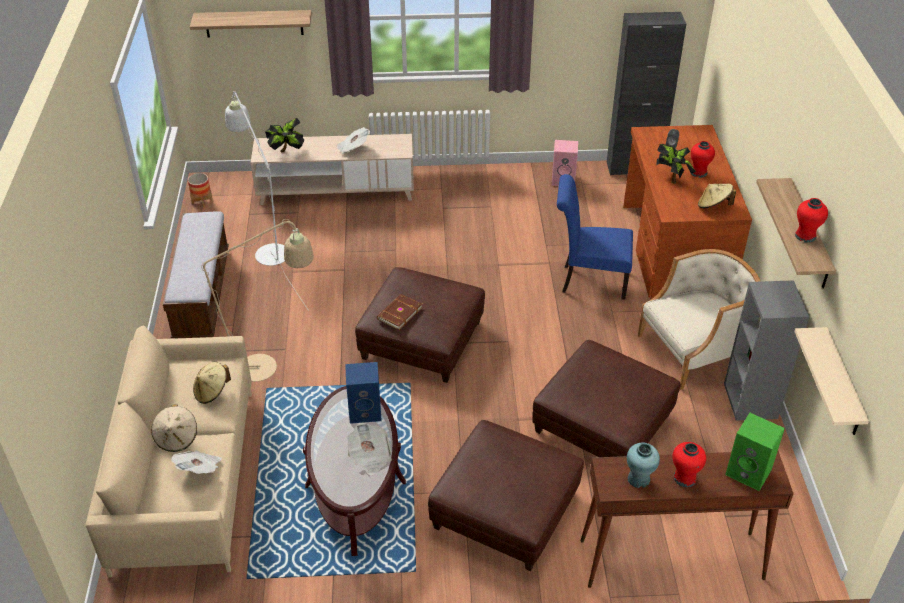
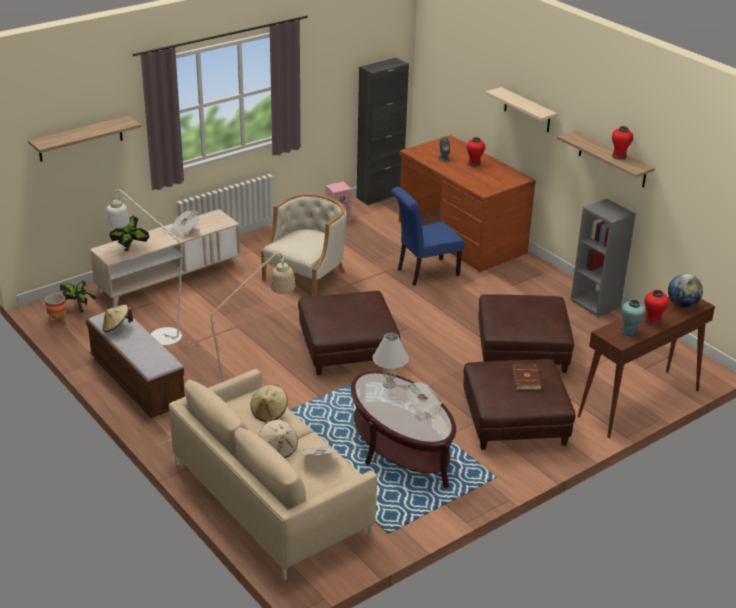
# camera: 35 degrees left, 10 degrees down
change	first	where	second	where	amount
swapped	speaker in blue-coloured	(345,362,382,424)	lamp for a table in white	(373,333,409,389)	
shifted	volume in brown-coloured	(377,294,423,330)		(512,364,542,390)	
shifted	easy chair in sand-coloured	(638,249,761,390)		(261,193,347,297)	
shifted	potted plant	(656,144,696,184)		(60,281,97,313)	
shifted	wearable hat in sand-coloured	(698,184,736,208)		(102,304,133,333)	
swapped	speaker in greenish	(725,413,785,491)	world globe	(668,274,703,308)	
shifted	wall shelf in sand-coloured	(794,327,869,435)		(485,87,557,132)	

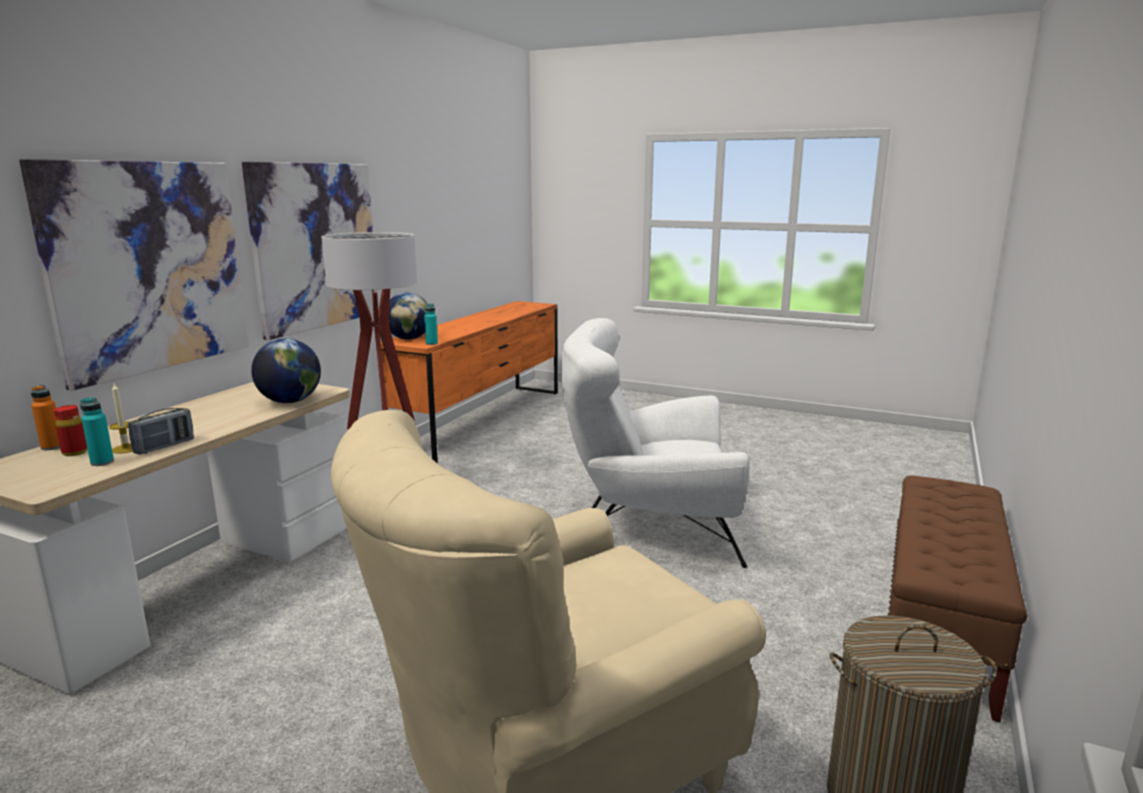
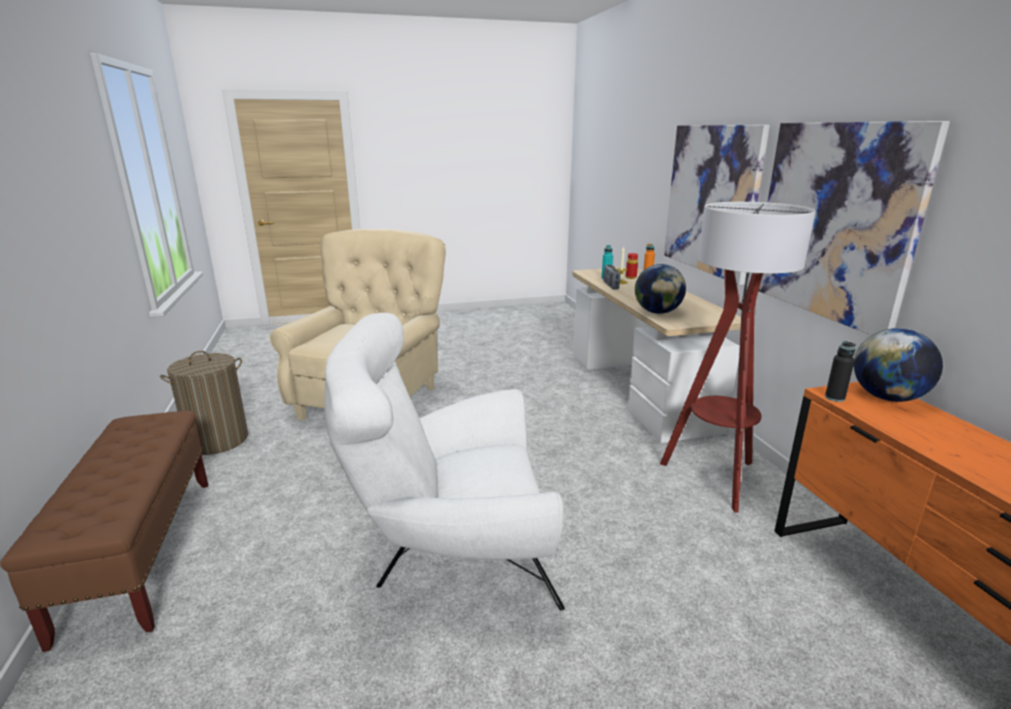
# camera: 140 degrees right, 5 degrees up
change	first	where	second	where	amount
repainted	drink bottle in turquoise	(424,304,438,345)	drink bottle in black	(825,341,856,402)	
rotated	easy chair in white	(561,318,750,568)		(324,313,565,611)	150 degrees counterclockwise

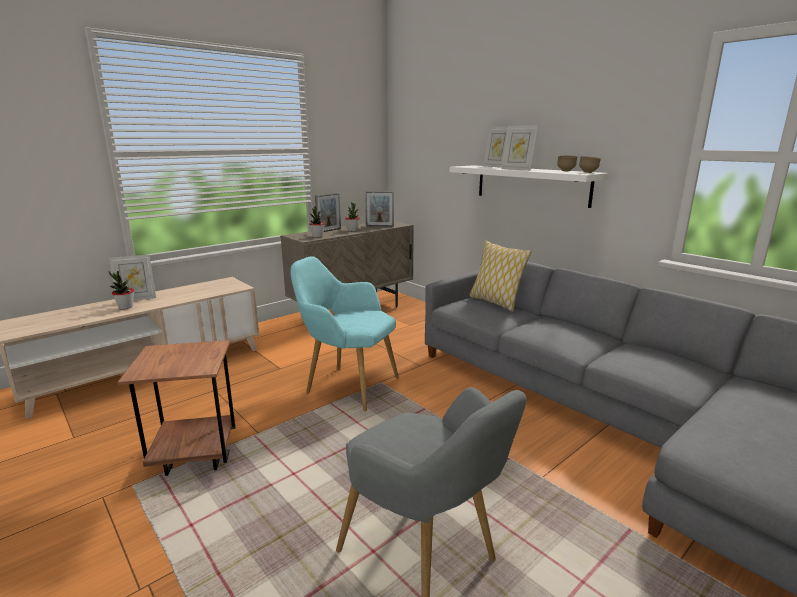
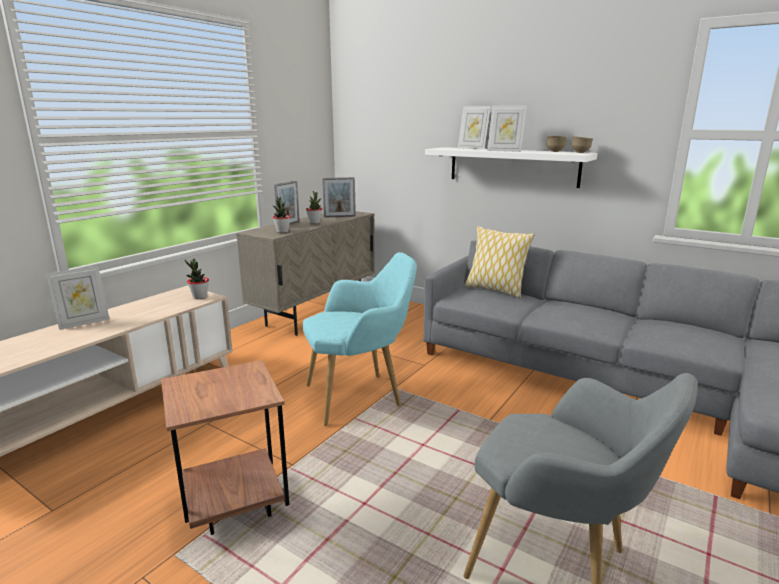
# camera: 15 degrees left, 0 degrees up
change	first	where	second	where	amount
shifted	potted plant	(109,271,134,309)		(185,259,209,299)	
rotated	easy chair in turquoise	(290,256,399,411)		(303,252,417,426)	150 degrees clockwise

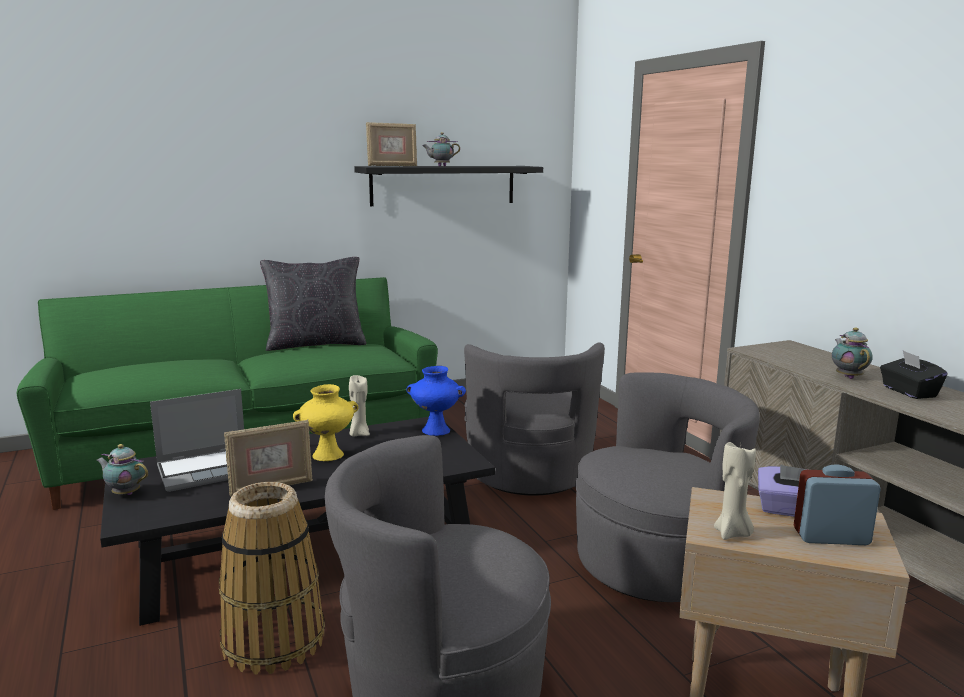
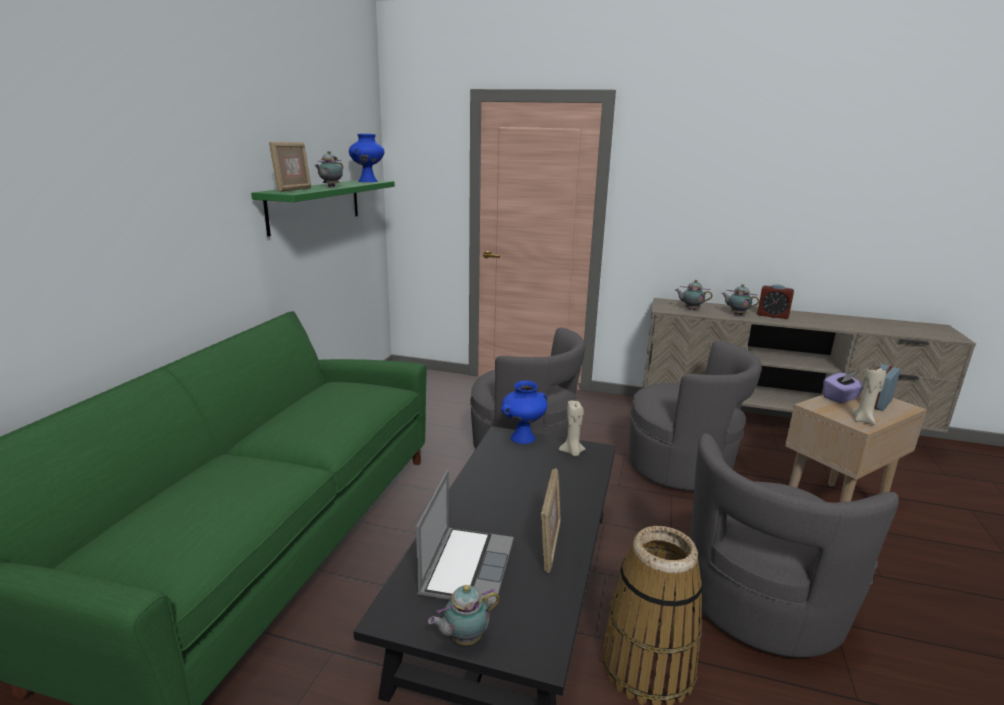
# camera: 50 degrees left, 5 degrees up
change	first	where	second	where	amount
gone	pillow in black	(260,257,366,351)			
gone	flower vase in yellowish	(293,384,359,461)			
shifted	candle in sand-coloured	(349,375,370,436)		(559,401,585,456)	
repainted	wall shelf in black	(354,166,543,206)	wall shelf in greenish	(251,180,395,237)	
rotated	easy chair in grey	(575,372,760,602)		(629,341,761,490)	105 degrees clockwise
swapped	tissue box in black	(880,351,948,399)	table clock	(757,284,794,319)	
new			flower vase in blue-coloured	(349,134,385,182)	
new			pot for tea	(676,280,712,310)	

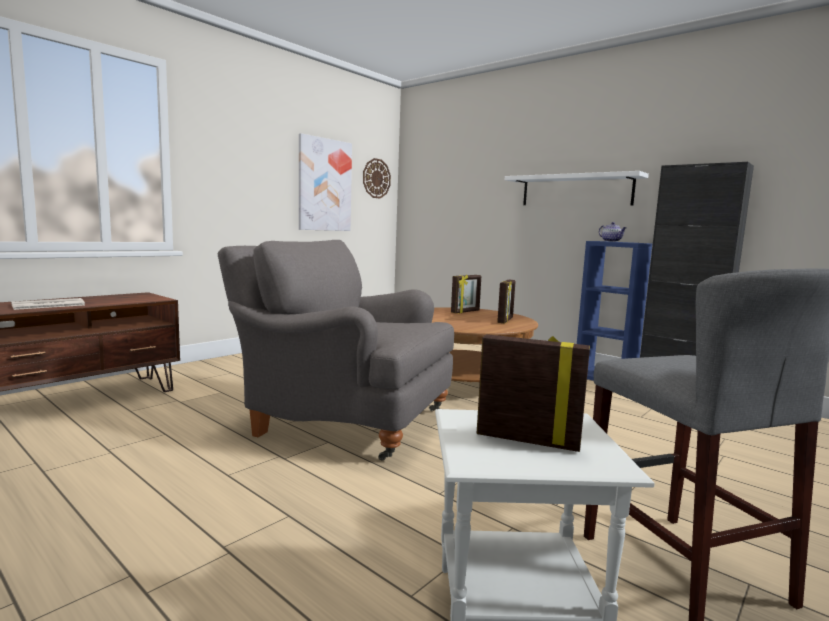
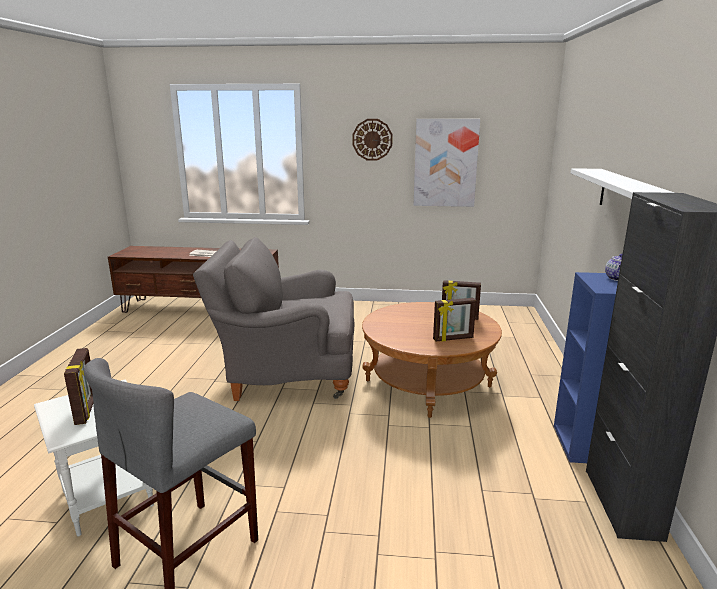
# camera: 55 degrees right, 10 degrees up
change	first	where	second	where	amount
rotated	easy chair in grey	(218,240,454,460)		(193,237,354,401)	75 degrees counterclockwise
shifted	hanging clock	(363,158,391,198)		(352,119,393,161)	

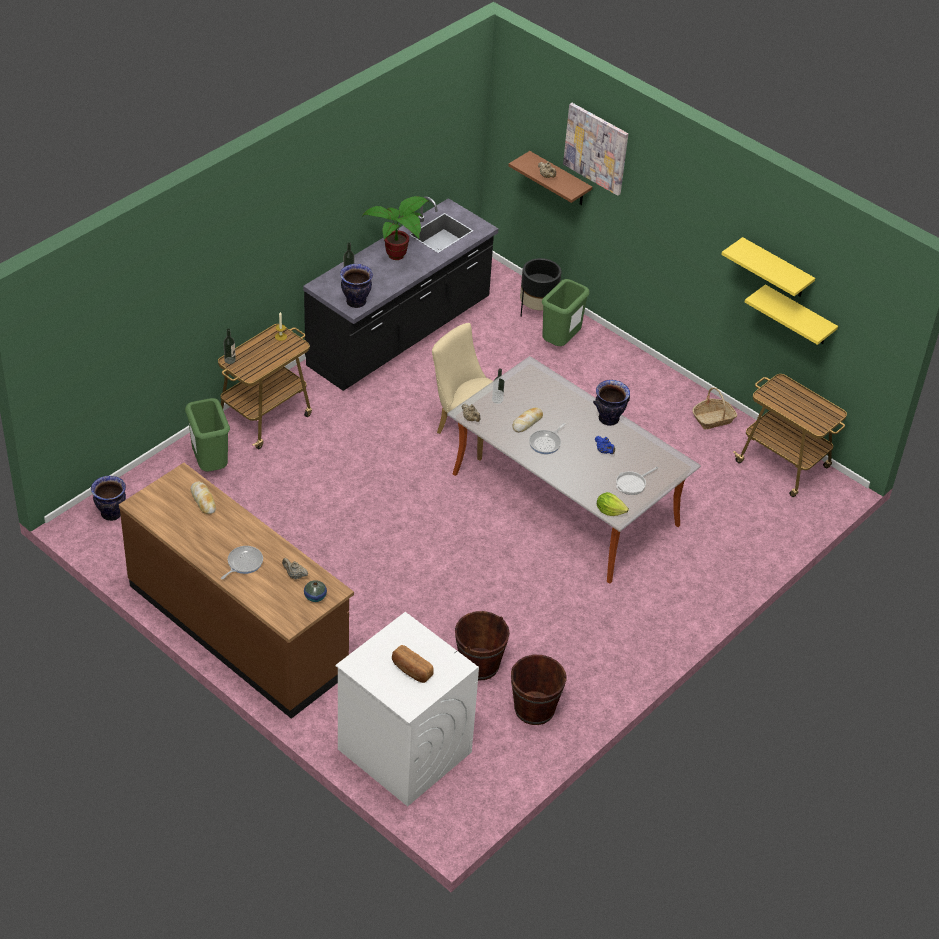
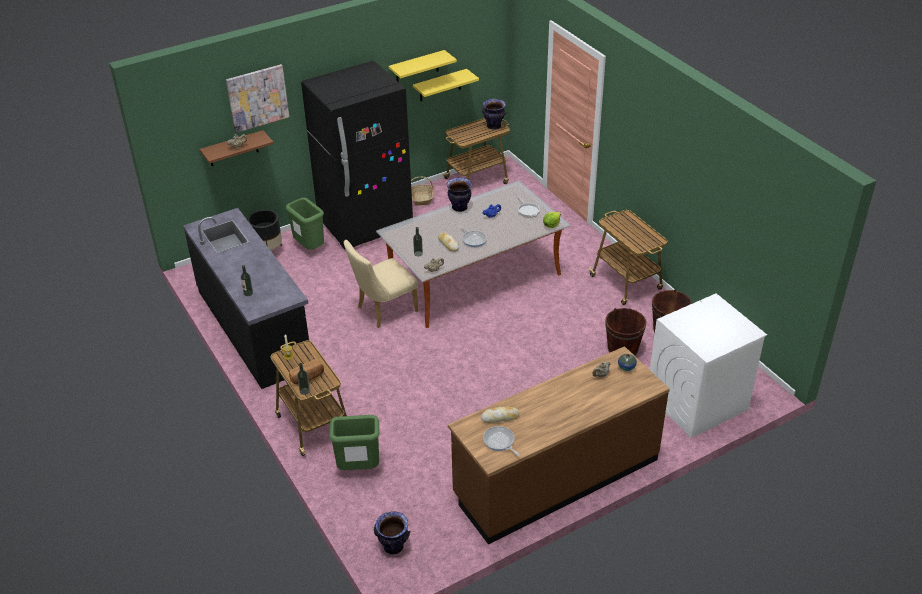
# camera: 70 degrees left, 5 degrees down
change	first	where	second	where	amount
shifted	pan	(221,546,263,580)		(483,426,520,456)	
shifted	flower vase	(340,264,373,308)		(482,99,507,130)	
gone	potted plant	(362,196,429,260)			
shifted	baked bread	(392,645,434,683)		(289,359,324,384)	
new			refrigerator in black	(301,61,413,250)	
new			cart	(589,210,668,305)	

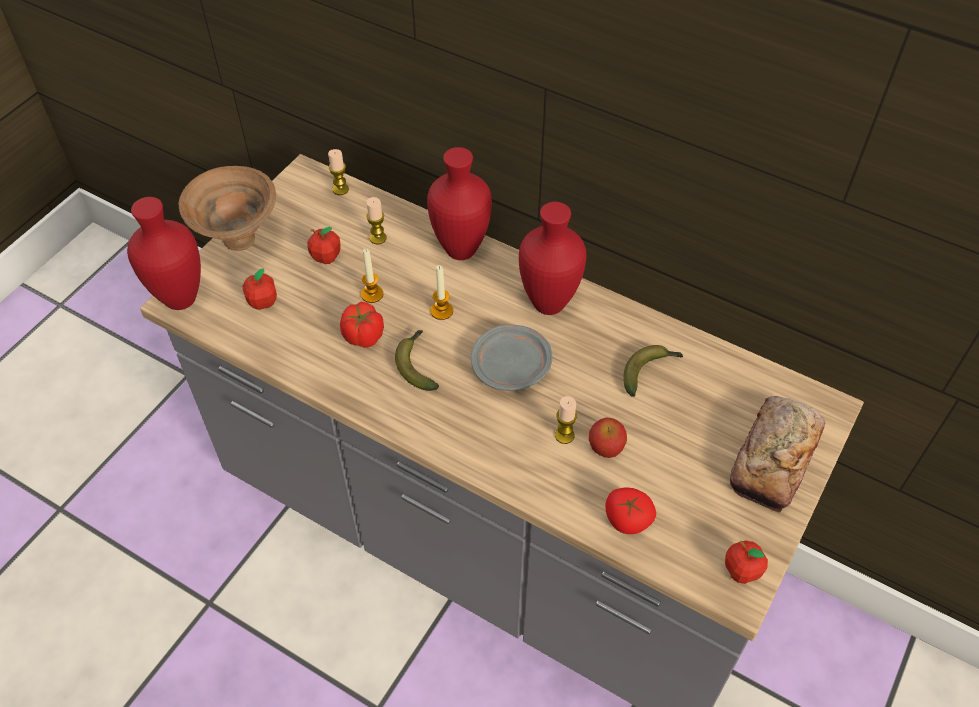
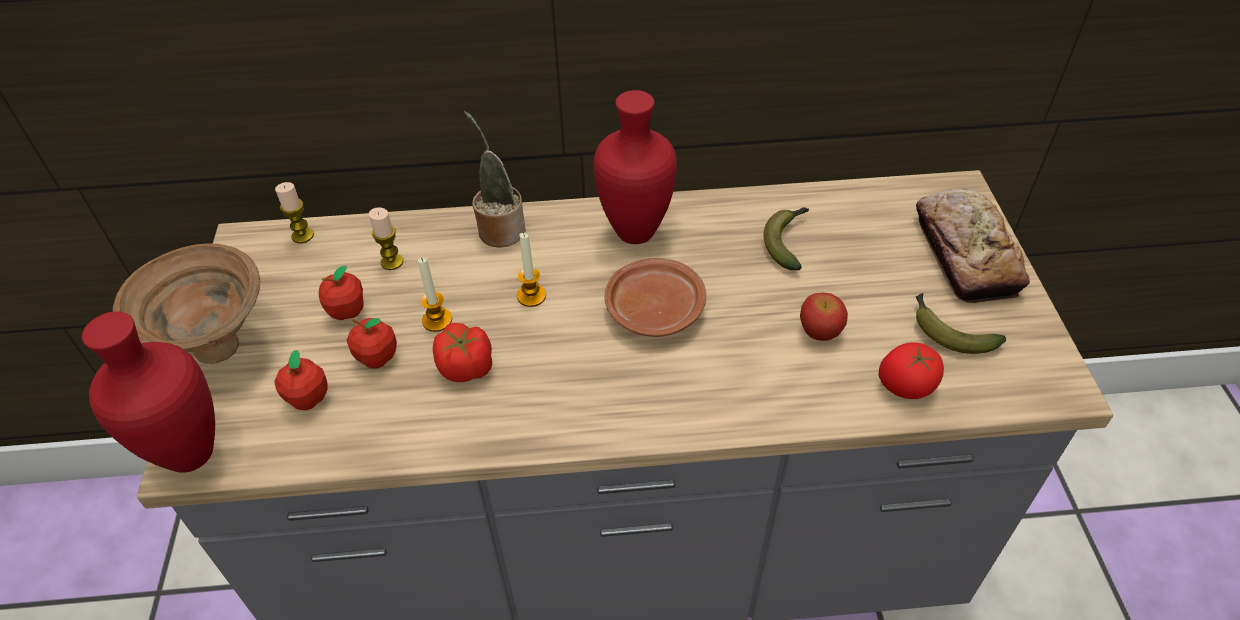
# camera: 35 degrees left, 5 degrees down
change	first	where	second	where	amount
shifted	banana	(395,330,439,391)		(916,293,1006,354)	
swapped	flower vase in red-coloured	(427,147,492,260)	potted plant	(464,111,526,247)	
repainted	flat dish in grey	(471,325,552,391)	flat dish in brown-coloured	(604,258,707,337)	
gone	candle	(555,396,577,444)			
shifted	apple fruit	(725,541,768,584)		(346,318,397,369)	

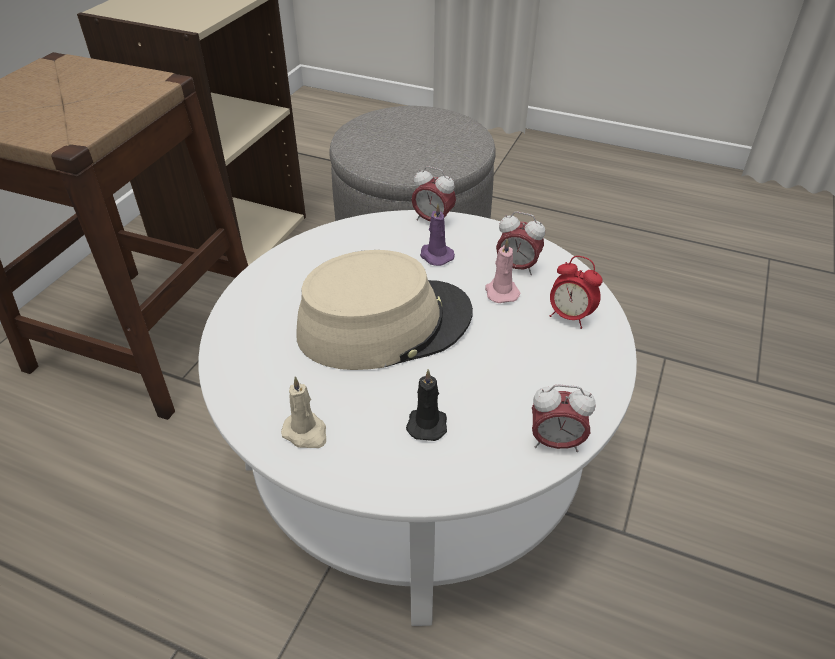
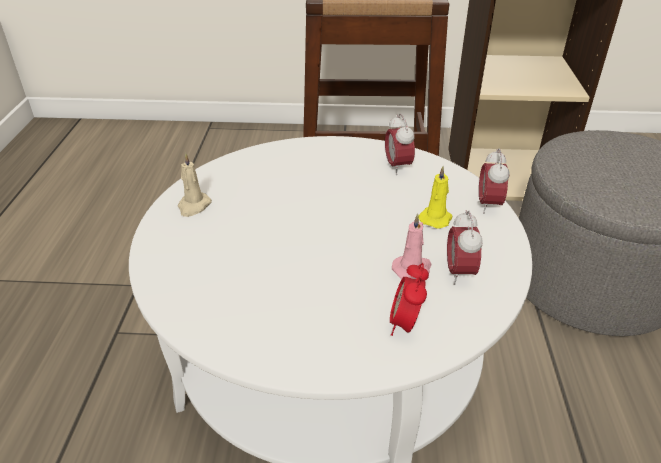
# camera: 70 degrees right, 5 degrees down
change	first	where	second	where	amount
gone	wearable hat in sand-coloured	(296,250,473,370)			
gone	candle in black	(406,369,447,441)			
repainted	candle in purplish	(420,204,455,266)	candle in yellowish	(418,166,452,229)	
shifted	table clock	(532,385,596,452)		(385,113,415,175)	

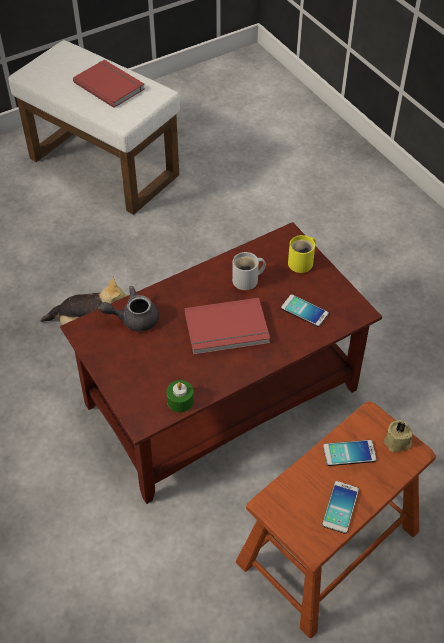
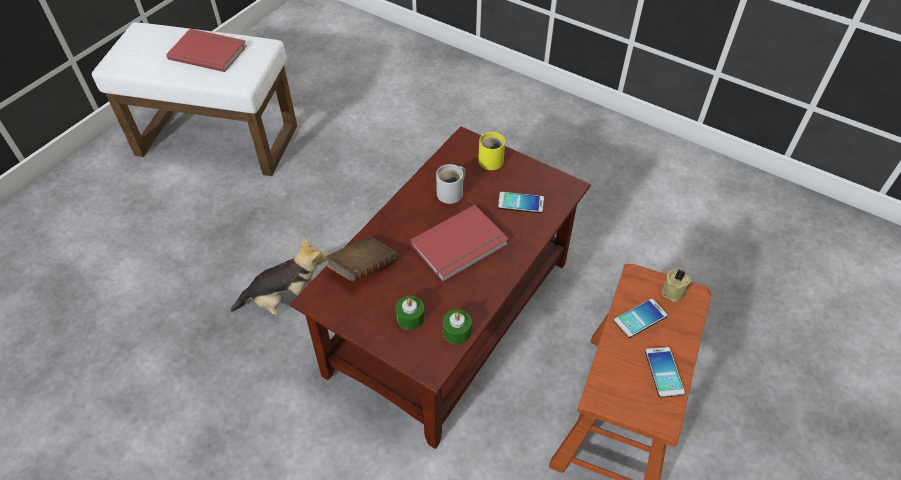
# camera: 25 degrees left, 0 degrees up
change	first	where	second	where	amount
swapped	pot for tea in grey	(100,286,159,331)	volume in brown-coloured	(326,236,397,282)	
new			candle in greenish	(395,296,425,330)	

